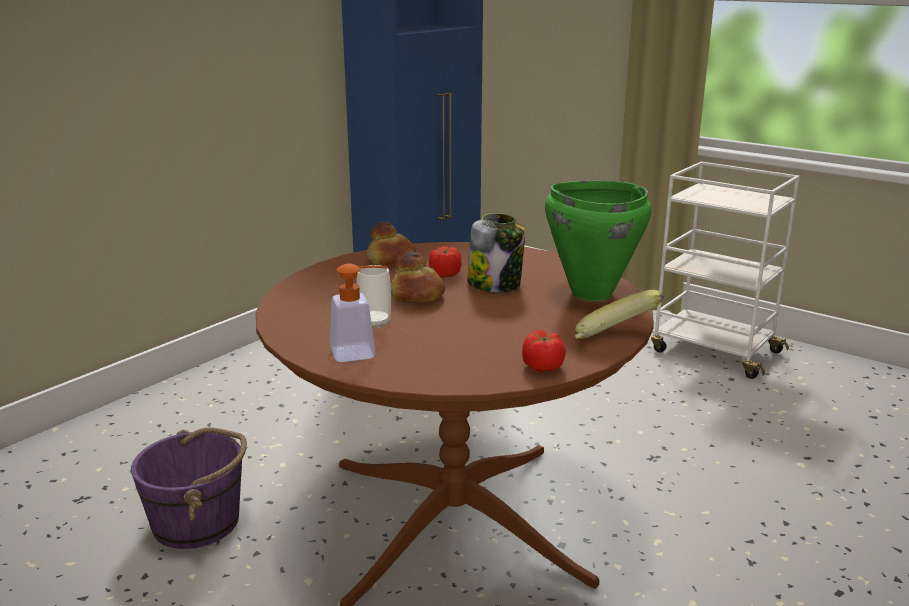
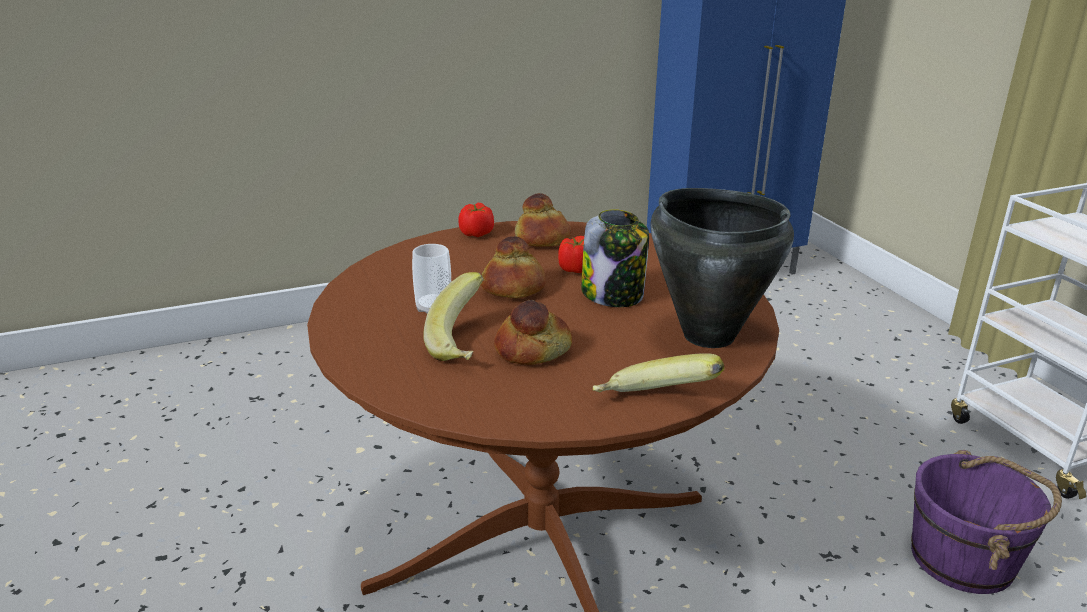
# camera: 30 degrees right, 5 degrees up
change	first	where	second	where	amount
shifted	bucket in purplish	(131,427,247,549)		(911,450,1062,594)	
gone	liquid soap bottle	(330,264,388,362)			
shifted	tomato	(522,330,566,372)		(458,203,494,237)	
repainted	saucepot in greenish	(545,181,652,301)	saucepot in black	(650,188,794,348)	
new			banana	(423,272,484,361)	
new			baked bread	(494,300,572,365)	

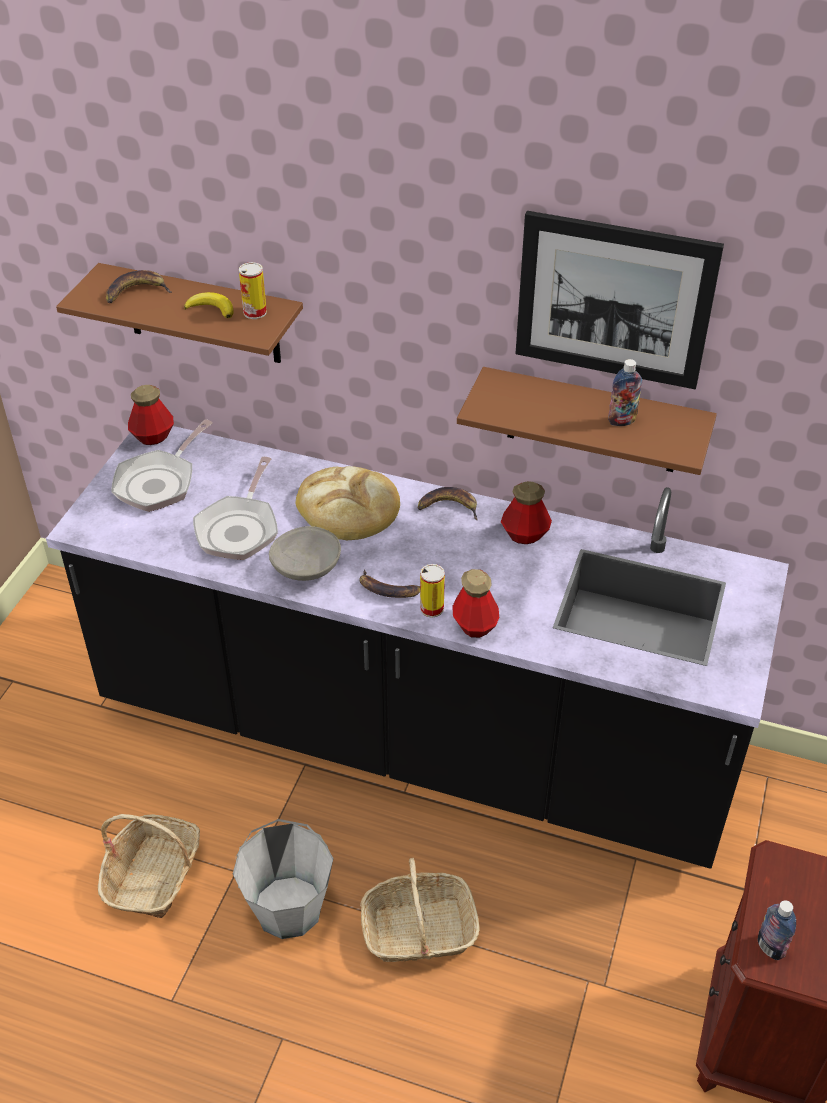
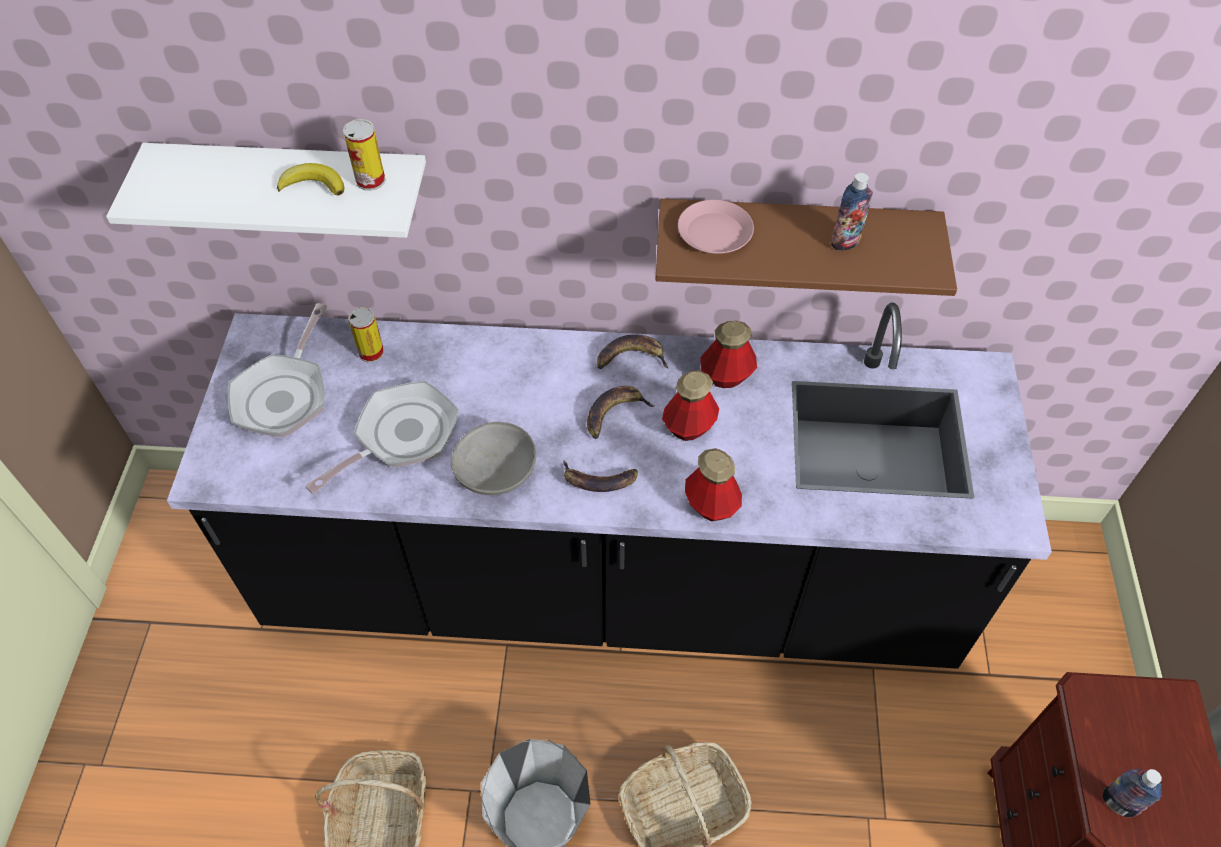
# camera: 15 degrees left, 10 degrees up
change	first	where	second	where	amount
repainted	wall shelf in brown-coloured	(56,263,303,363)	wall shelf in white	(106,143,426,238)	
shifted	banana	(106,270,171,303)		(587,386,654,439)	
shifted	drink bottle	(128,385,174,445)		(662,370,719,441)	
rotated	pan	(193,457,278,560)		(305,381,459,494)	135 degrees counterclockwise
gone	baked bread	(296,466,400,540)			
shifted	sealed can	(420,564,445,618)		(348,307,384,363)	
gone	picture	(516,211,724,389)			
new			flat dish in pink	(678,200,754,254)	

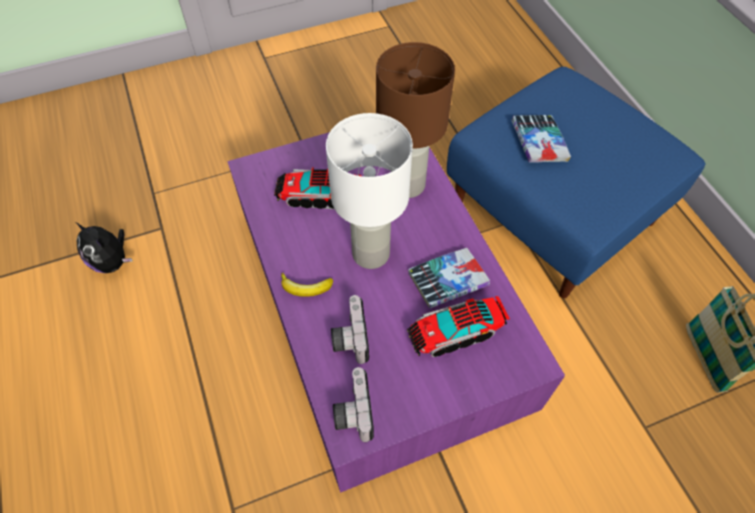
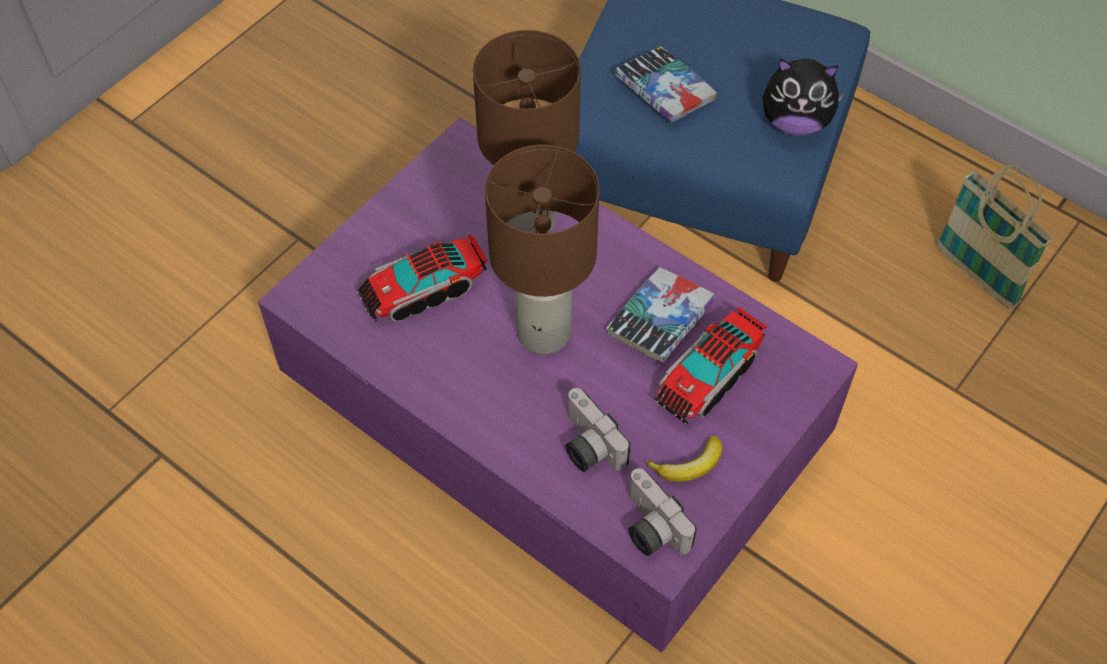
# camera: 30 degrees left, 0 degrees up
change	first	where	second	where	amount
shifted	soft toy	(75,222,133,273)		(762,59,845,136)	
shifted	banana	(281,273,333,297)		(645,435,722,482)	
repainted	lamp for a table in white	(326,113,413,269)	lamp for a table in brown-coloured	(485,145,600,354)	

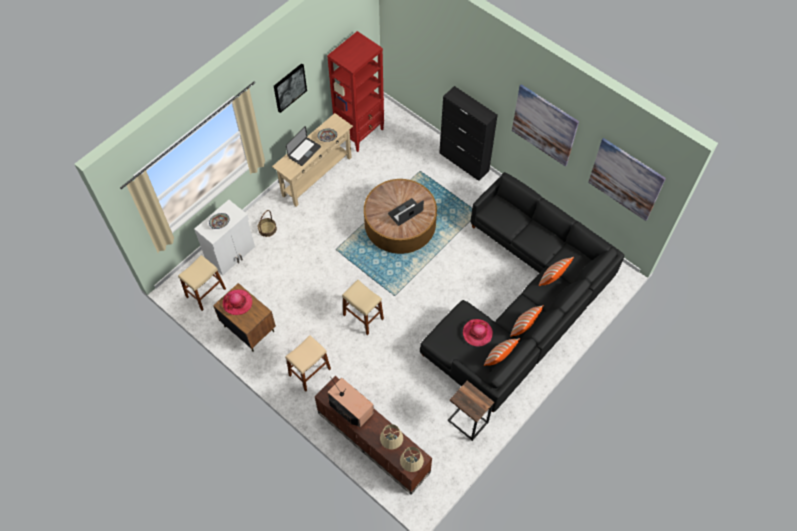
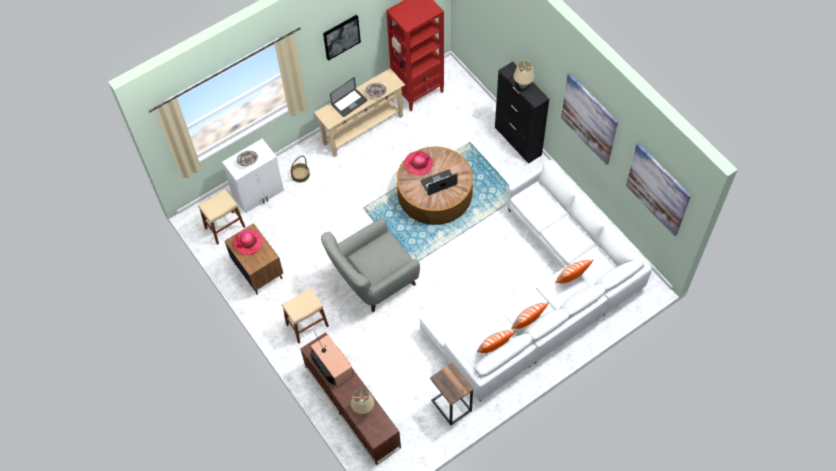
# camera: 15 degrees right, 0 degrees up
change	first	where	second	where	amount
swapped	sitting stool in sand-coloured	(342,280,384,335)	easy chair in grey	(321,218,420,312)	
shifted	lamp for a table in sand-coloured	(400,447,424,472)		(514,60,535,89)	
repainted	settee in black	(420,172,624,413)	settee in white	(420,159,652,402)	
shifted	wearable hat	(463,319,493,347)		(404,151,433,176)	

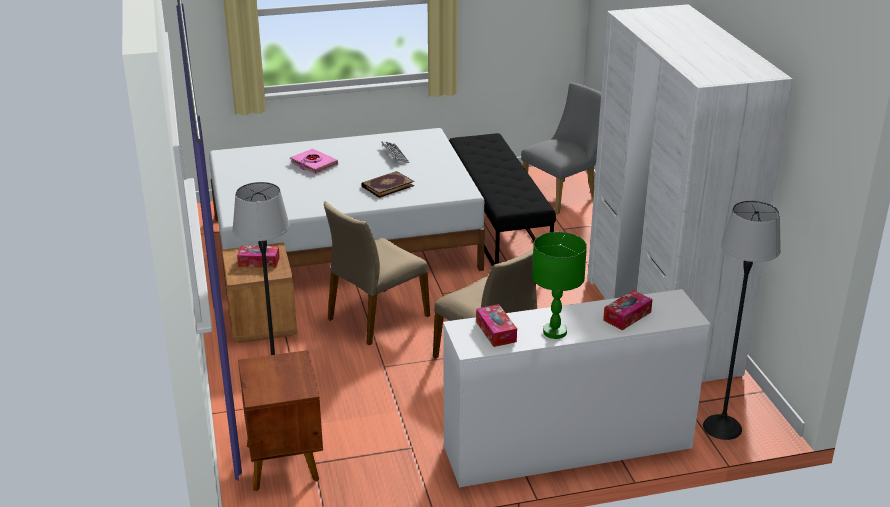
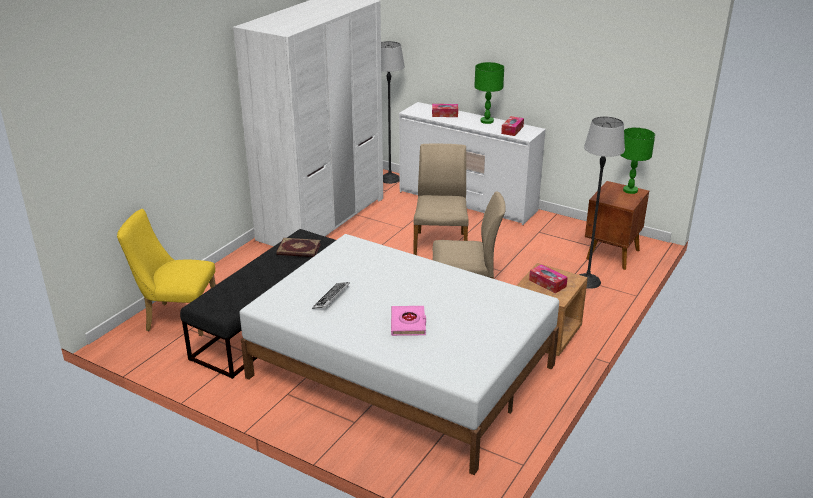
# camera: 135 degrees left, 0 degrees up
change	first	where	second	where	amount
shifted	volume	(361,171,414,198)		(277,238,321,257)	
repainted	plain chair in grey	(521,83,601,214)	plain chair in yellowish	(117,209,216,336)	
new			lamp for a table in greenish	(621,127,655,194)	

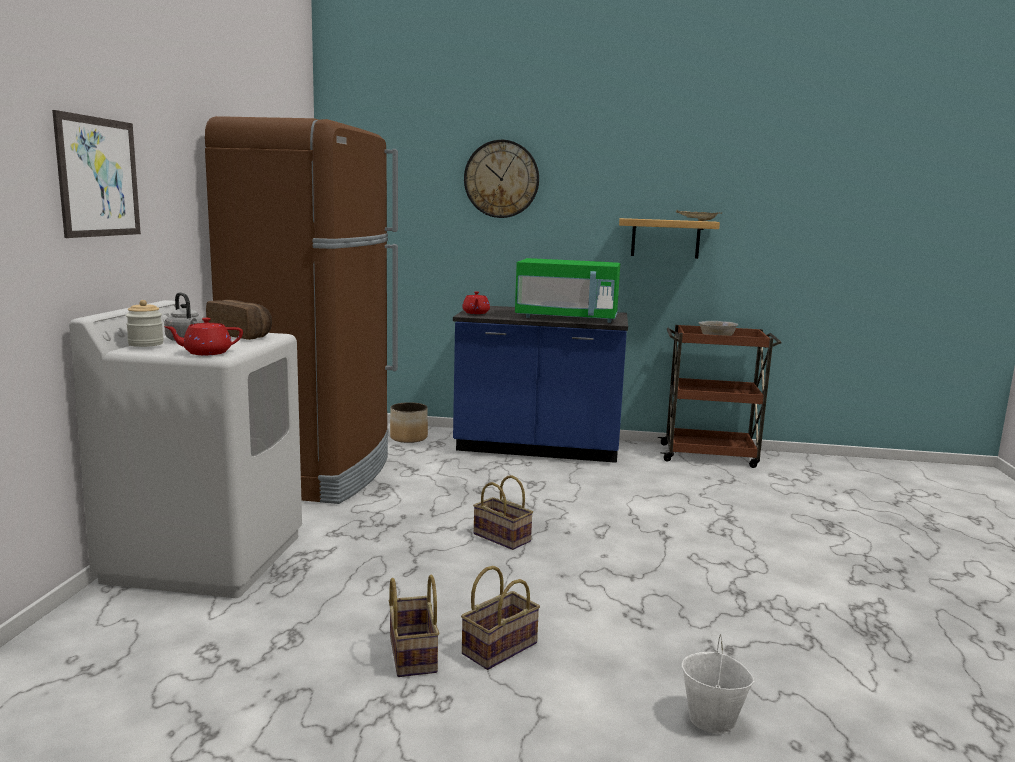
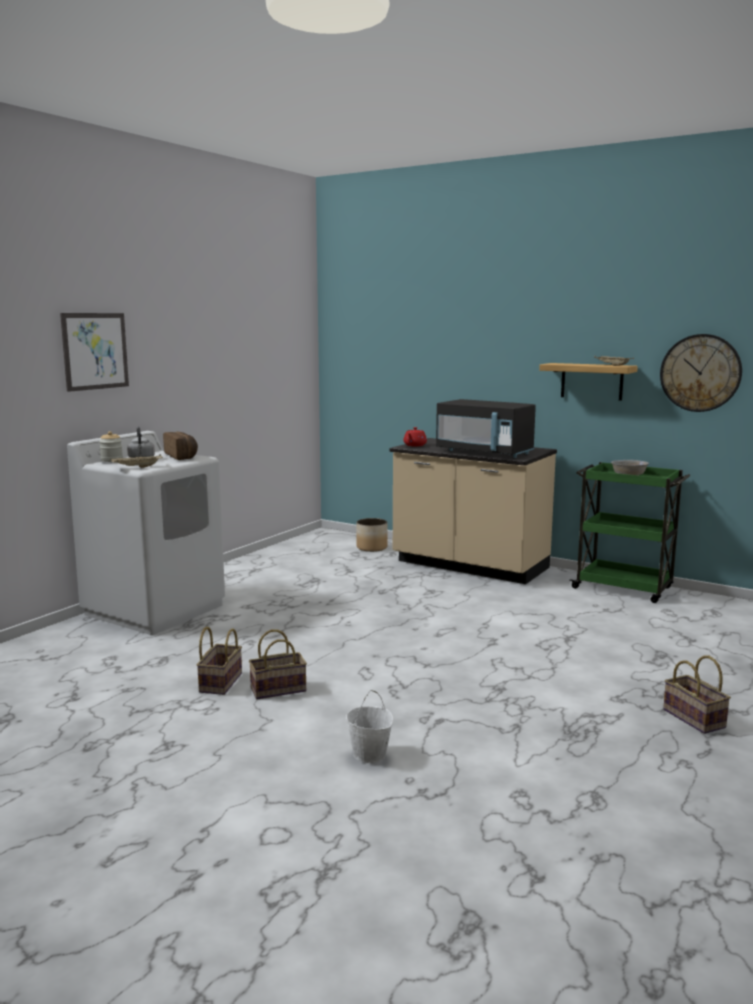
# camera: 25 degrees right, 0 degrees up
change	first	where	second	where	amount
swapped	pot for tea in red-coloured	(164,318,243,355)	carrying tray in sand-coloured	(110,454,163,468)	
gone	refrigerator in brown-coloured	(205,116,398,504)			
repainted	counter in blue-coloured	(453,306,628,463)	counter in sand-coloured	(389,438,557,584)	
shifted	hanging clock	(464,140,539,218)		(660,334,742,412)	
shifted	household basket	(473,475,533,550)		(663,655,731,734)	
repainted	microwave in greenish	(515,258,620,323)	microwave in black	(436,399,536,458)	
repainted	cart in brown-coloured	(658,325,782,468)	cart in greenish	(569,462,690,603)	

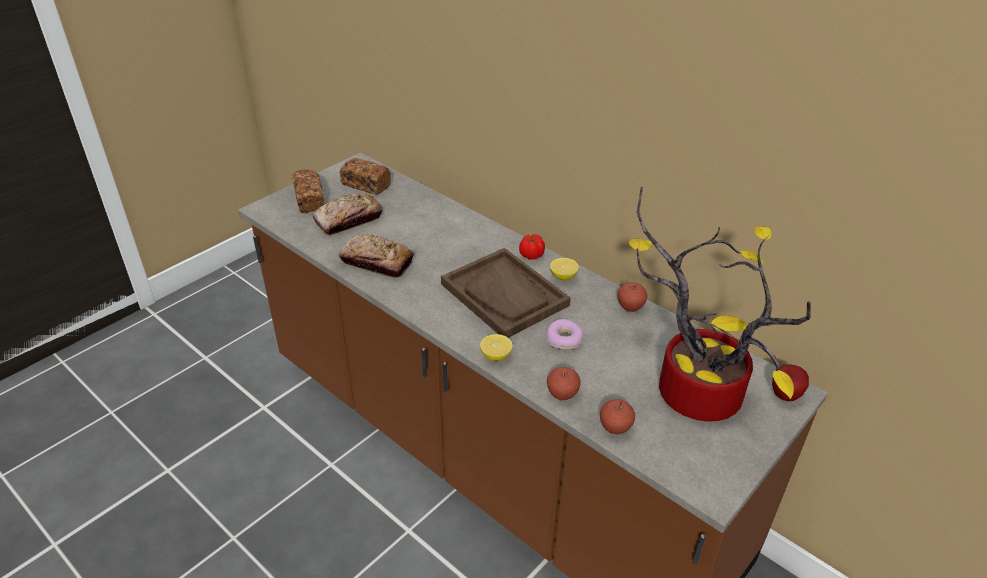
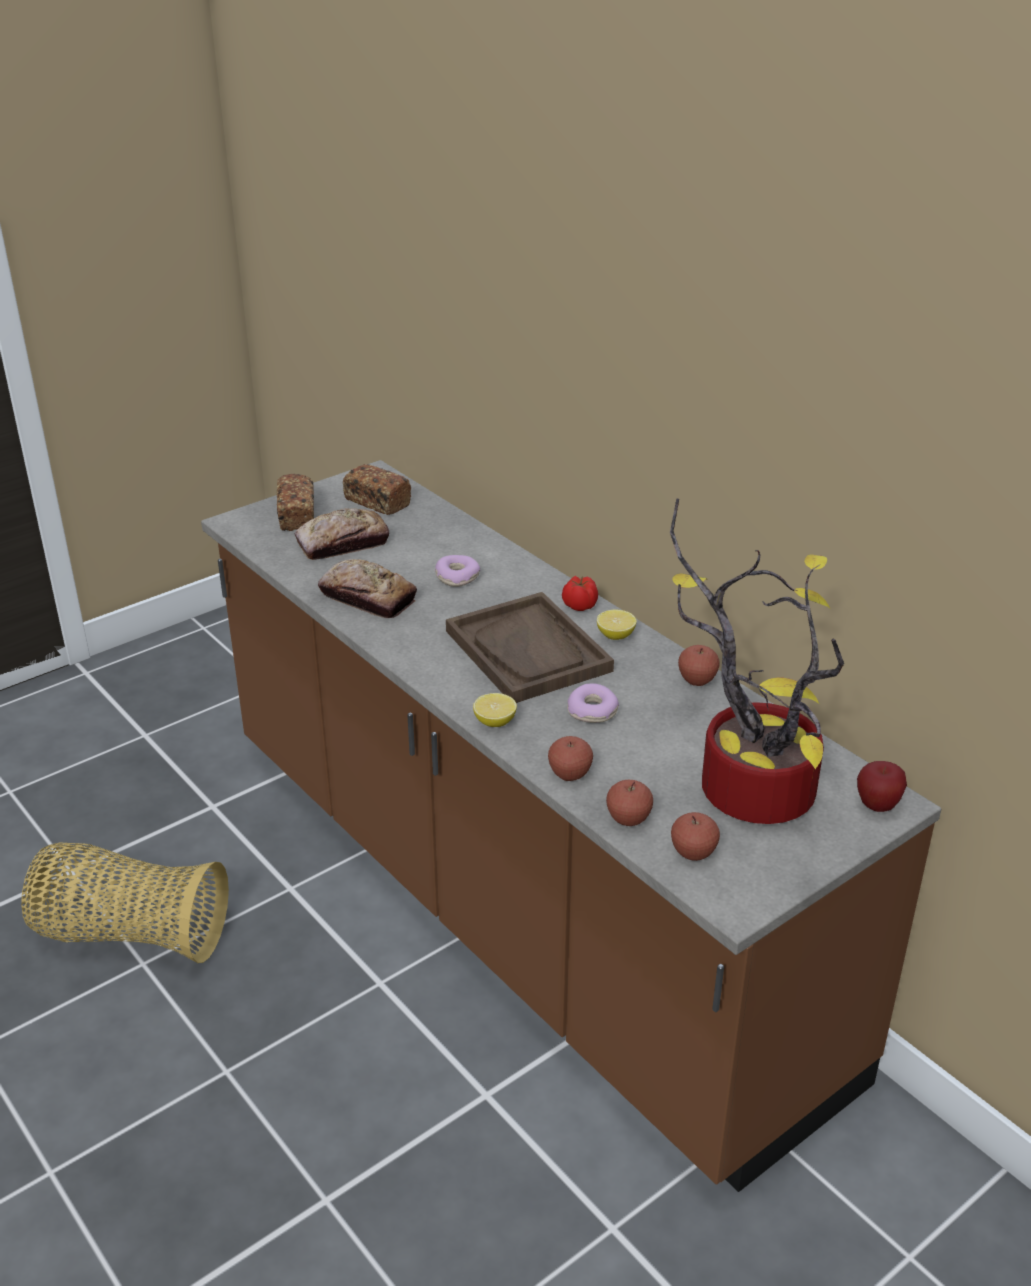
# camera: 10 degrees right, 5 degrees down
change	first	where	second	where	amount
new			household basket	(21,843,229,963)	
new			doughnut	(435,555,480,587)	
new			apple fruit	(671,812,720,861)	

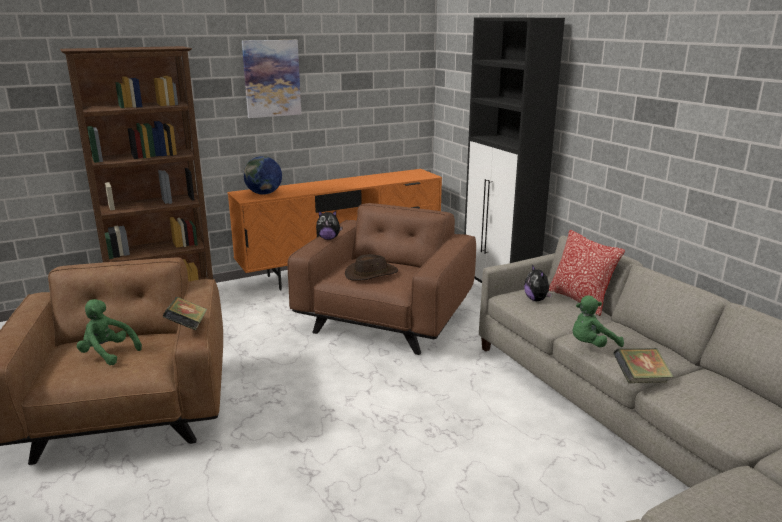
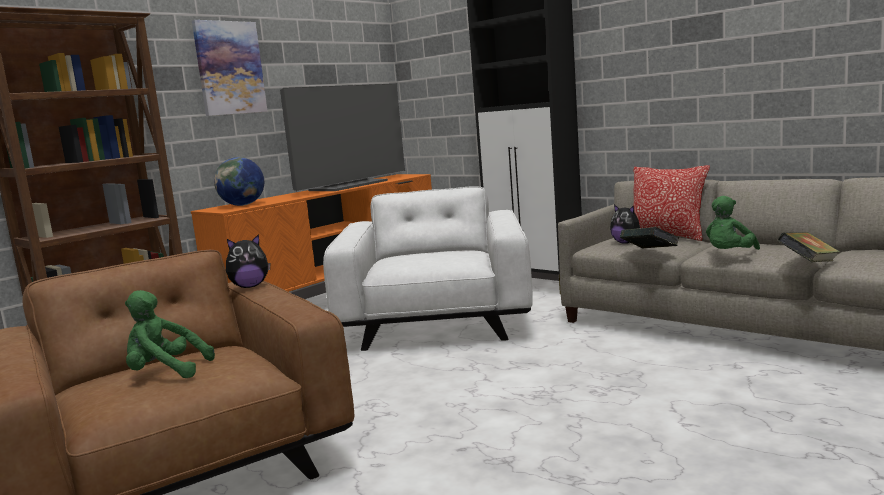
# camera: 20 degrees left, 10 degrees down
change	first	where	second	where	amount
shifted	volume	(163,297,207,330)		(620,227,679,249)	
repainted	easy chair in brown-coloured	(287,203,476,355)	easy chair in white	(323,186,533,351)	
shifted	soft toy	(316,210,342,240)		(226,234,270,288)	
gone	wearable hat in brown-coloured	(345,254,398,281)			
new			television	(280,84,405,191)	

